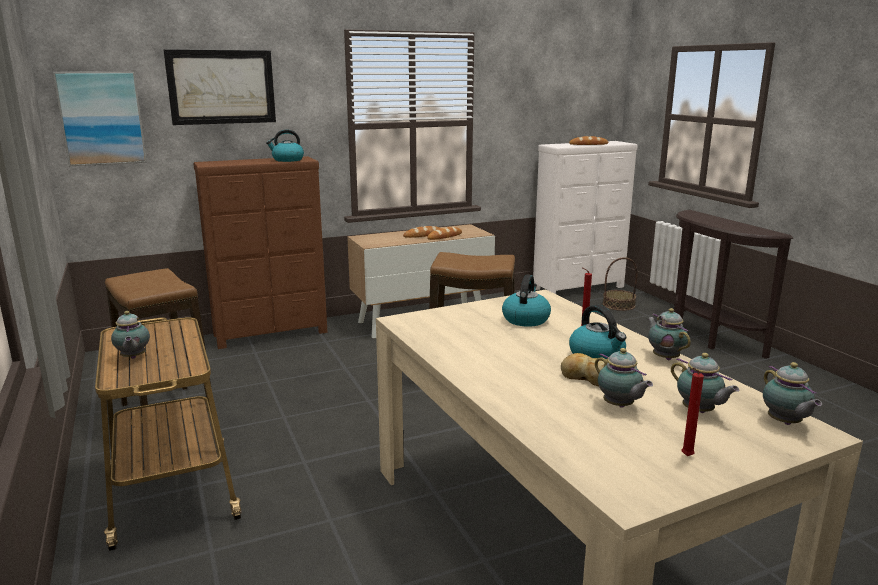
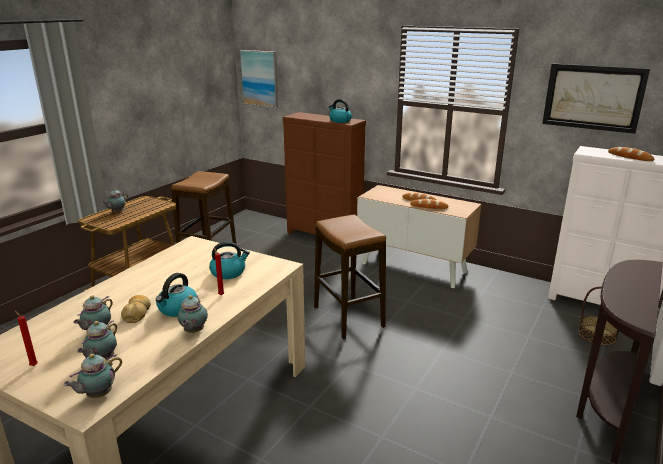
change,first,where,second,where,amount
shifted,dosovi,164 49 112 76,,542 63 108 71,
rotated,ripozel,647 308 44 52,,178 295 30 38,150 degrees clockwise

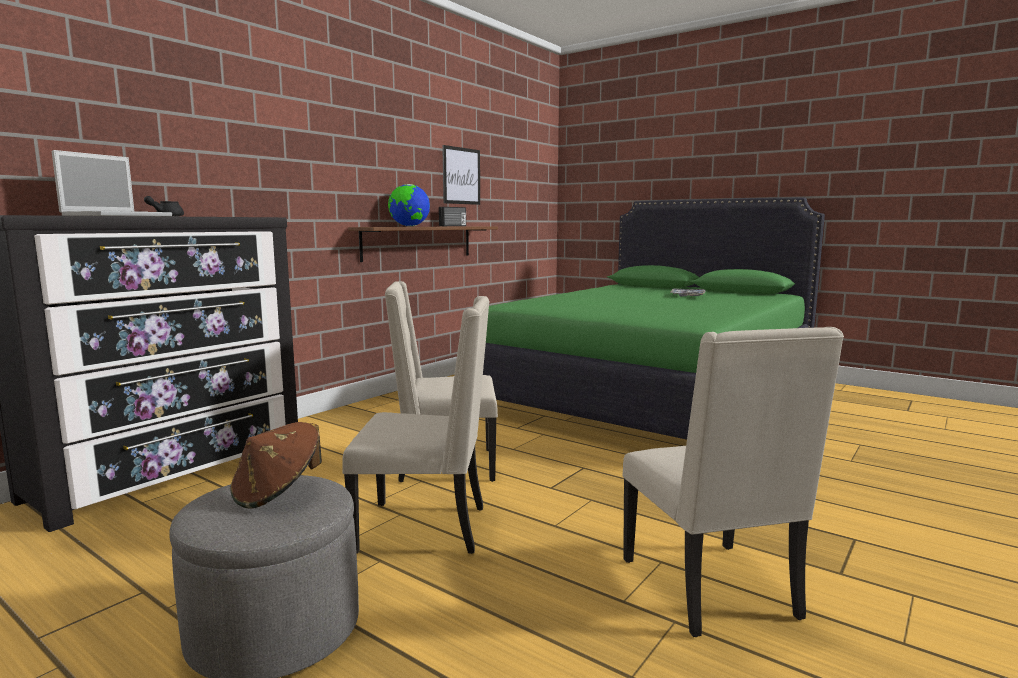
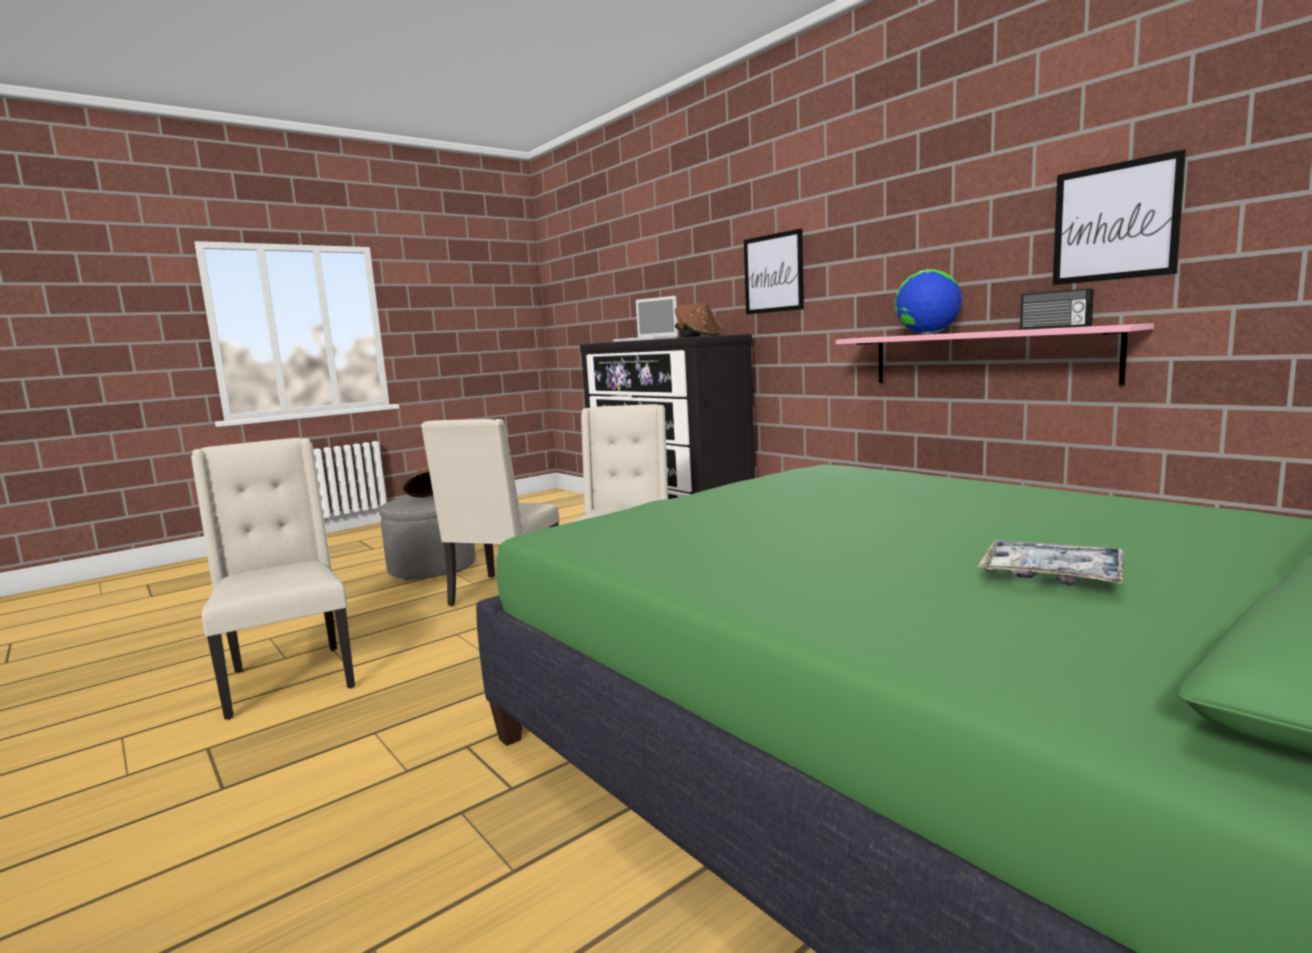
change,first,where,second,where,amount
repainted,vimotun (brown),348 226 150 36,vimotun (pink),836 323 318 62,
rotated,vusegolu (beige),623 327 221 310,,191 438 164 282,60 degrees clockwise
new,,,dosovi,744 229 60 86,
new,,,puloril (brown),675 303 47 33,

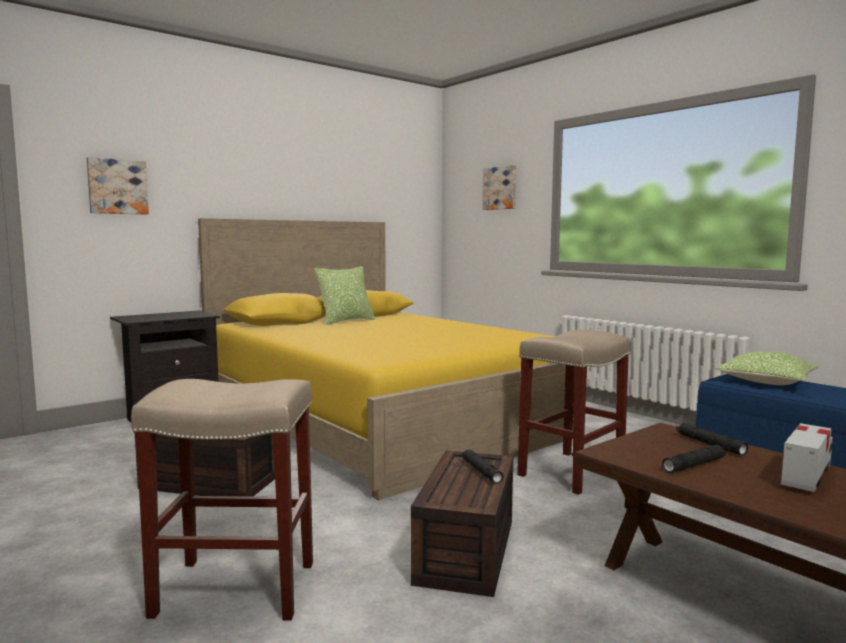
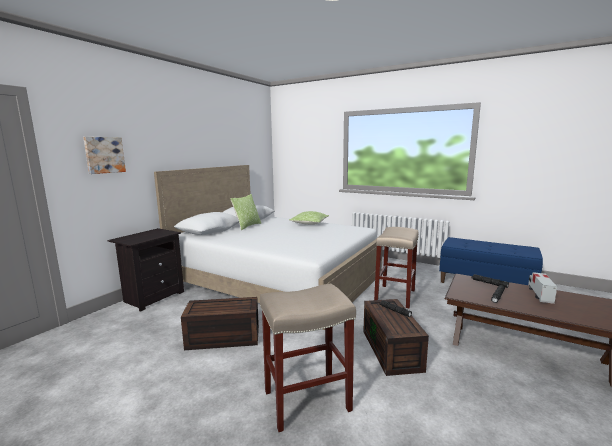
change,first,where,second,where,amount
gone,dosovi,482 165 34 45,,,
repainted,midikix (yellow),198 218 368 282,midikix (white),154 165 228 165,
shifted,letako,715 352 104 33,,289 211 40 14,

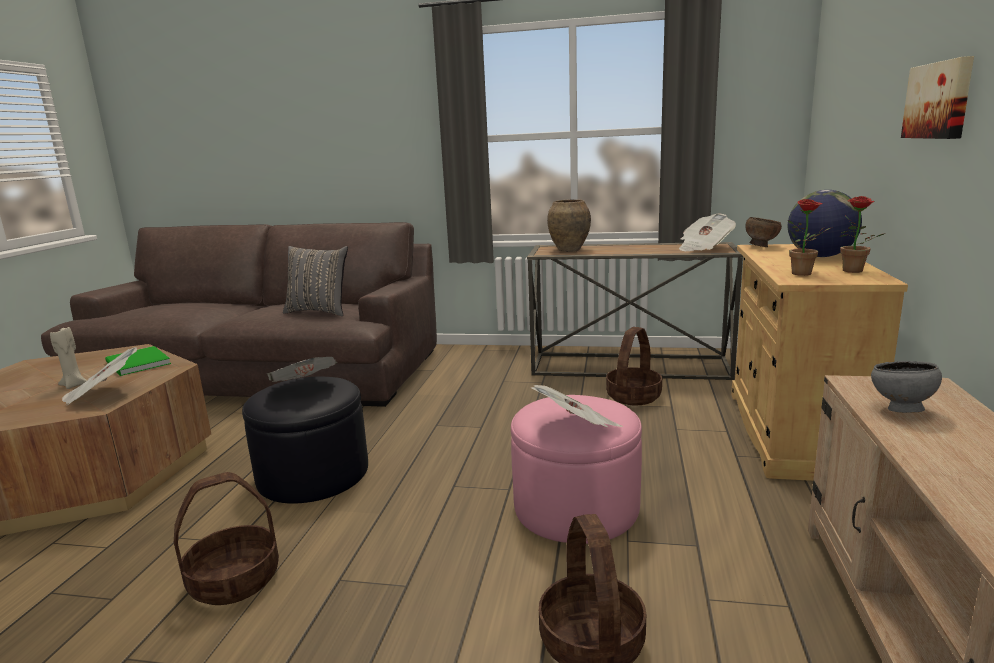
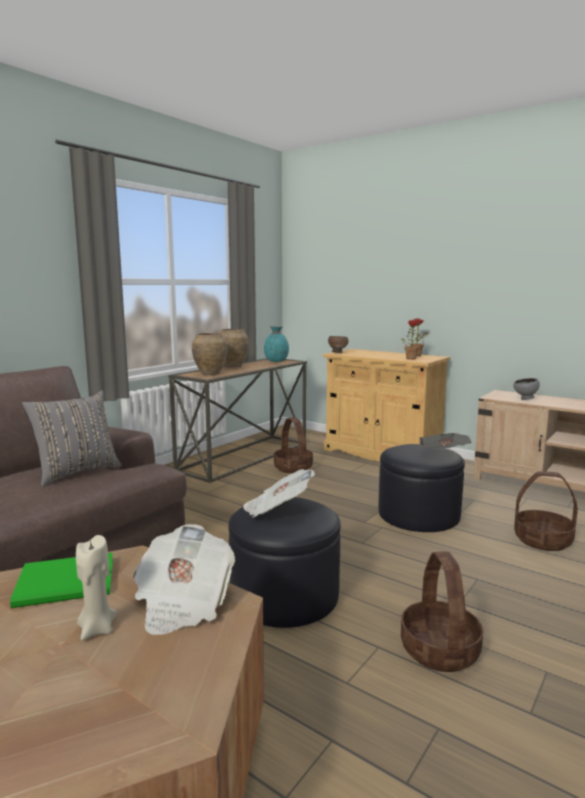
change,first,where,second,where,amount
gone,dosovi,901 56 73 83,,,
gone,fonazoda,788 190 74 67,,,
swapped,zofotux,679 214 57 37,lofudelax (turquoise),264 326 25 36,
repainted,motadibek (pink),511 395 131 149,motadibek (black),378 444 87 88,
new,,,lofudelax (brown),220 329 29 38,

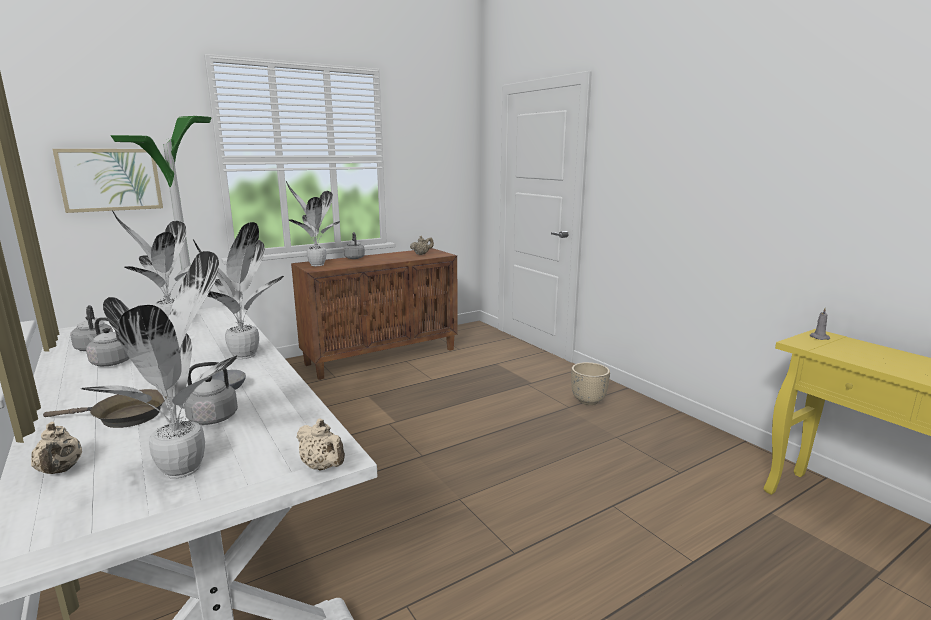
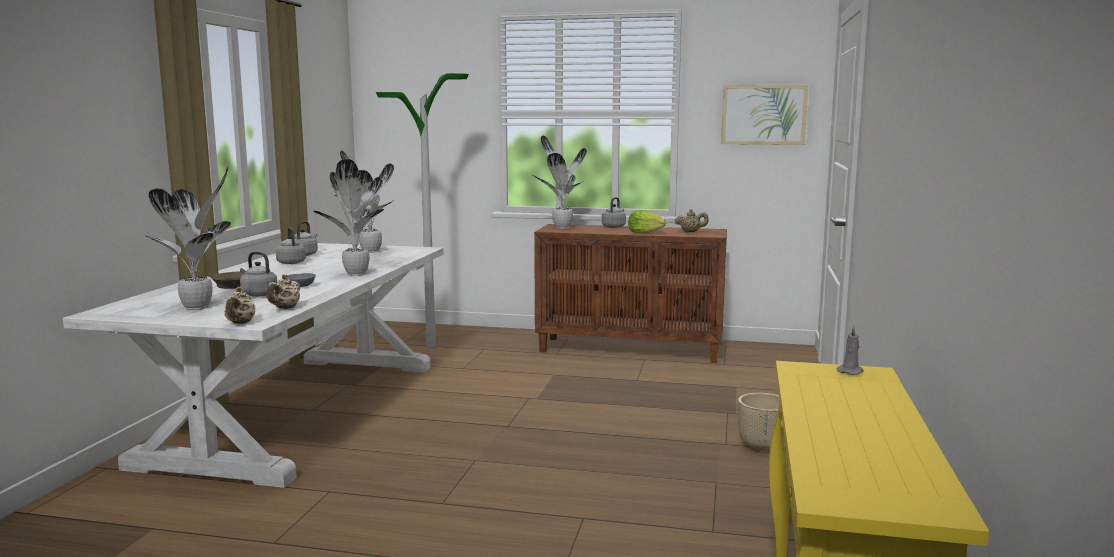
change,first,where,second,where,amount
shifted,dosovi,53 149 110 64,,721 85 87 60,
shifted,ripozel (beige),31 422 51 52,,266 274 34 35,
new,,,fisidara,628 210 38 24,

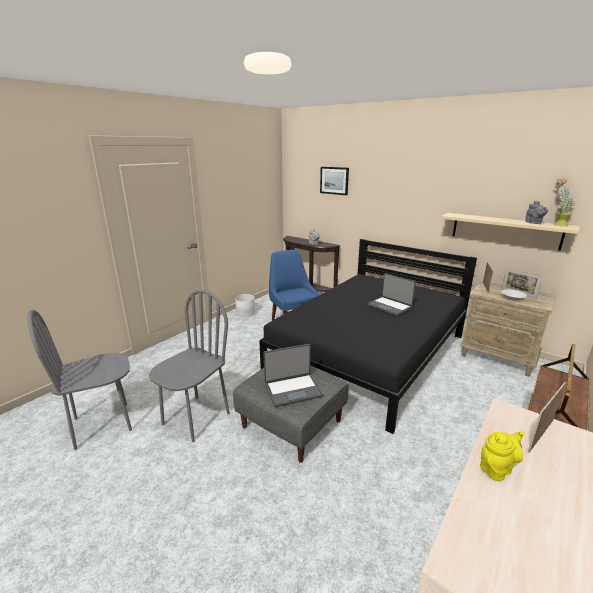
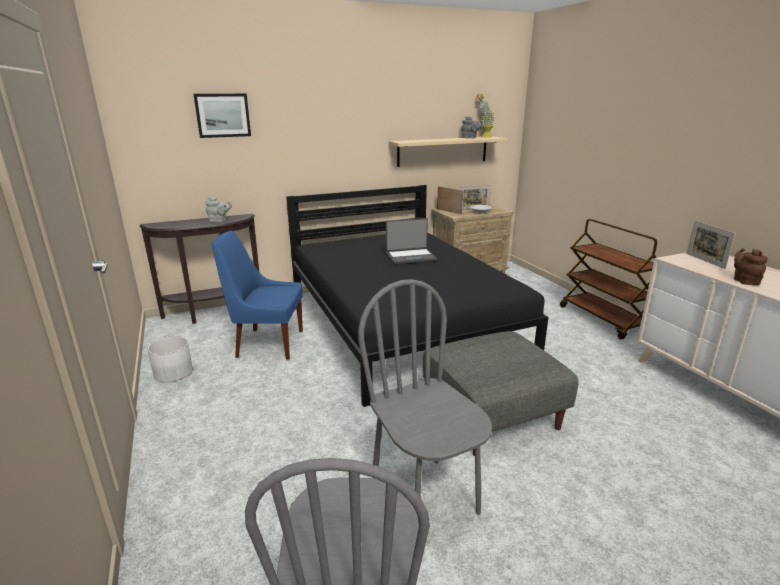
change,first,where,second,where,amount
gone,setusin,264 344 59 63,,,
repainted,ripozel (yellow),480 431 45 50,ripozel (brown),734 248 34 37,

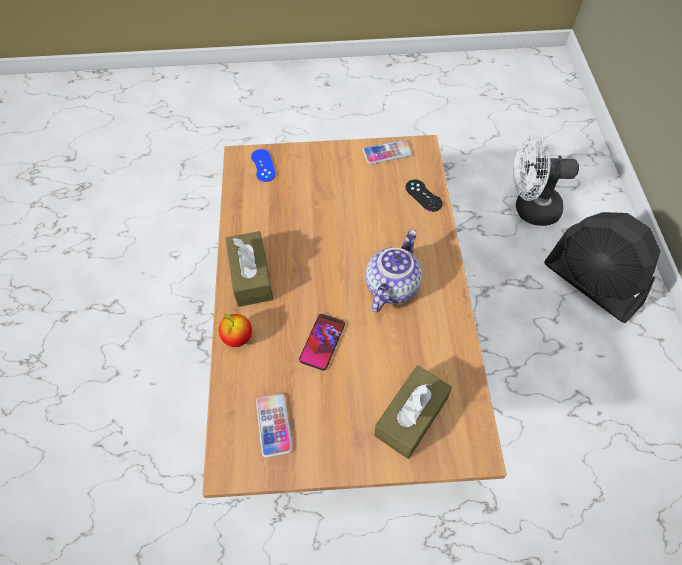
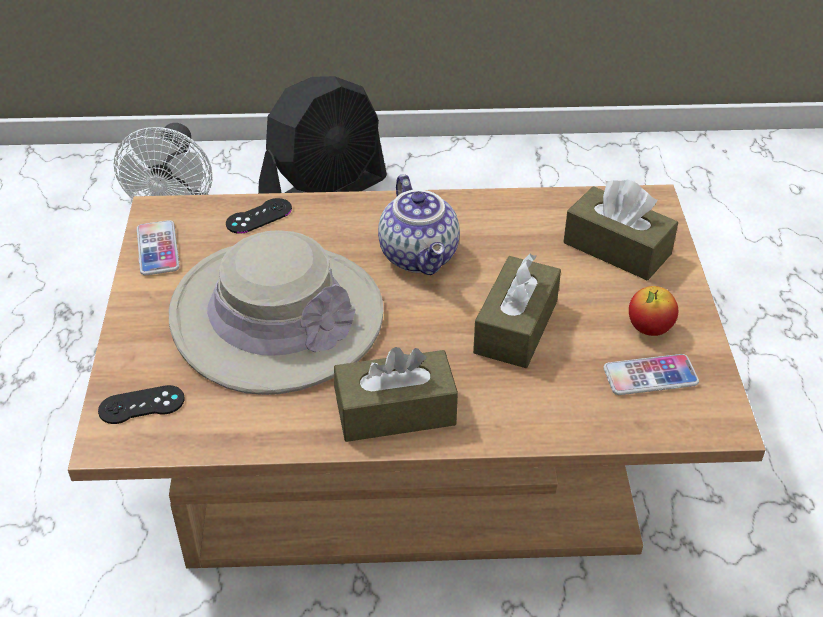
change,first,where,second,where,amount
repainted,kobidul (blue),251 149 25 33,kobidul (black),98 385 87 39,
rotated,ripozel,366 230 56 82,,378 174 82 101,135 degrees counterclockwise
shifted,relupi,219 314 33 33,,629 286 49 50,
swapped,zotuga,299 314 46 57,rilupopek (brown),473 254 88 114,
new,,,puloril (beige),169 230 214 165,

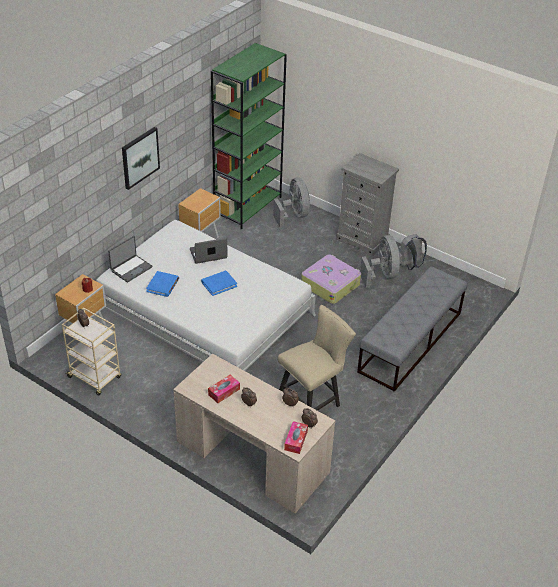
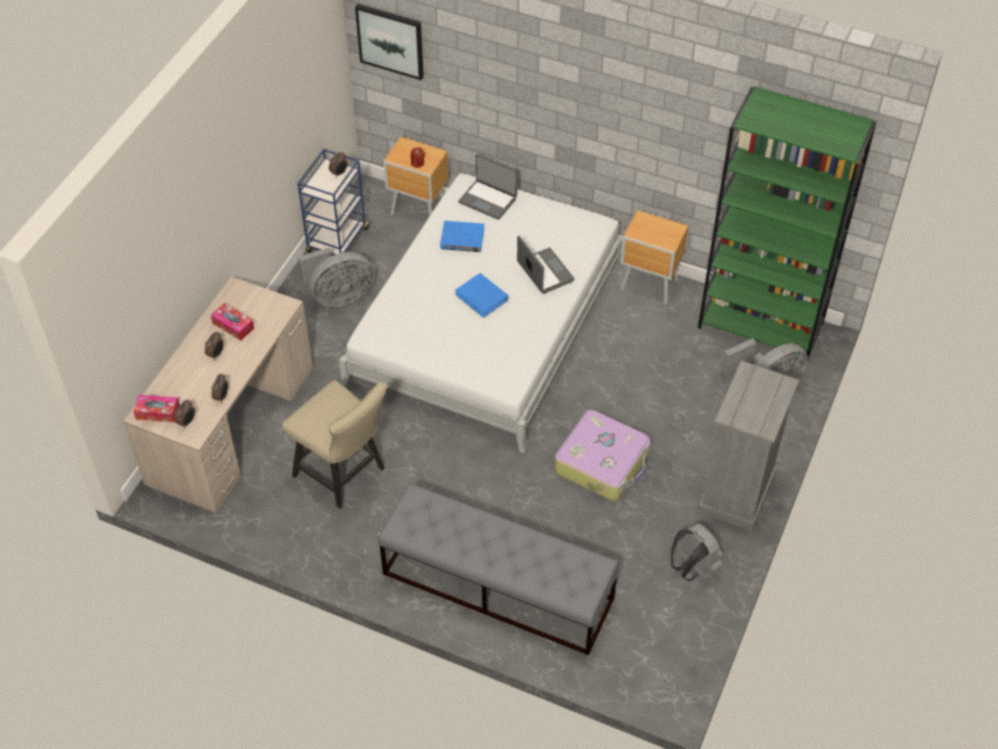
change,first,where,second,where,amount
shifted,dosovi,122 127 38 63,,355 4 69 76,
shifted,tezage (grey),360 235 40 53,,298 247 76 60,
repainted,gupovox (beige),62 308 59 88,gupovox (blue),298 149 72 114,

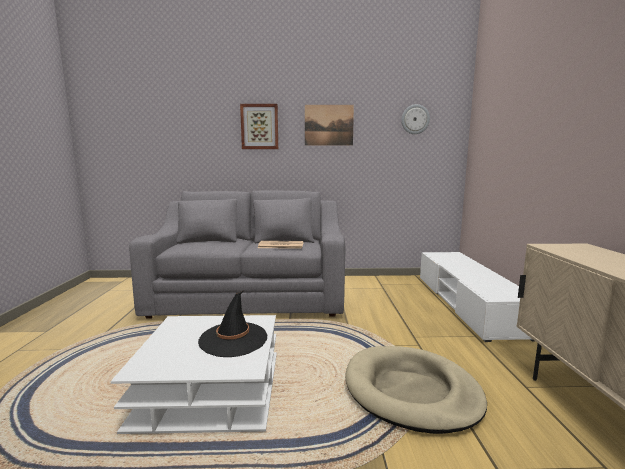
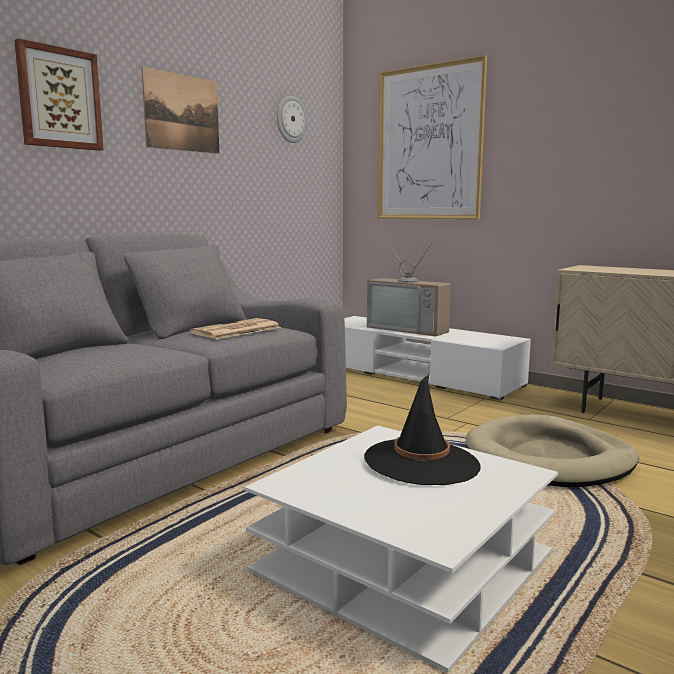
change,first,where,second,where,amount
new,,,dosovi,377 55 110 164,
new,,,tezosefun,367 240 84 96,

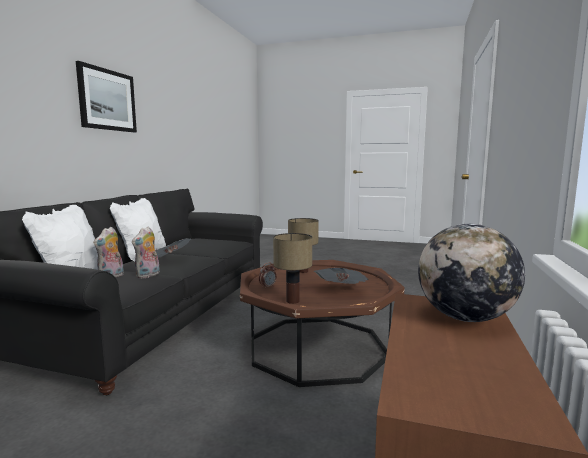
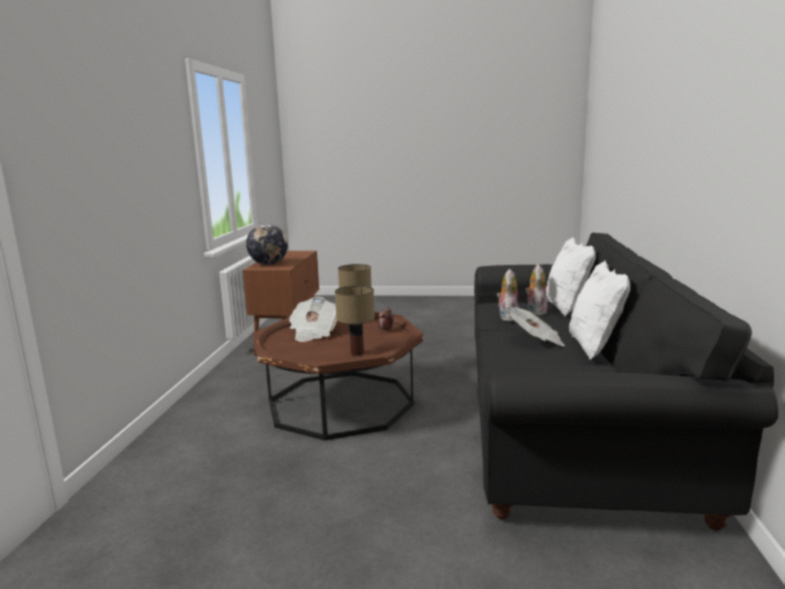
change,first,where,second,where,amount
gone,dosovi,76 61 61 71,,,

